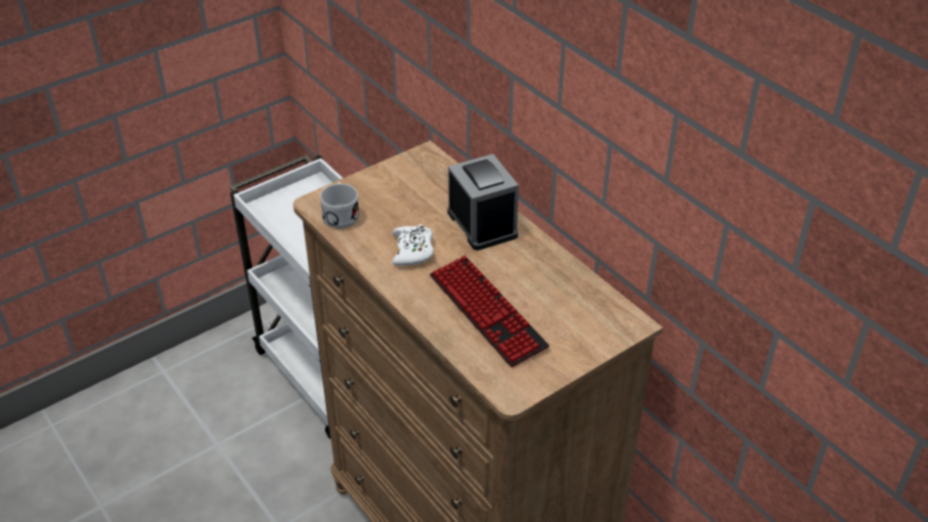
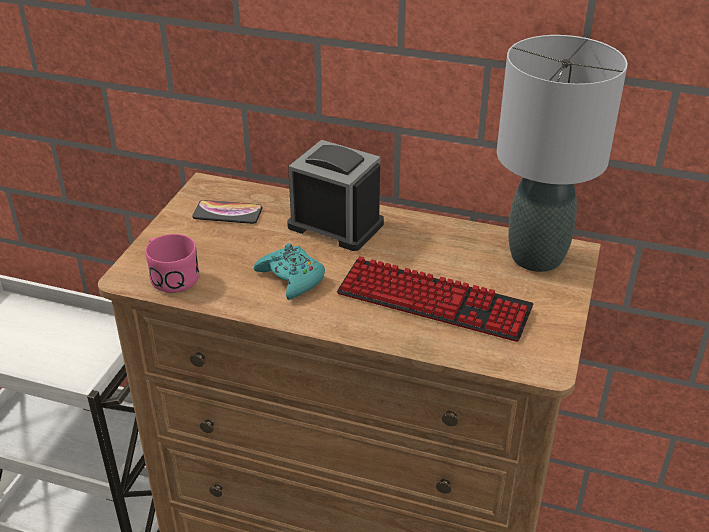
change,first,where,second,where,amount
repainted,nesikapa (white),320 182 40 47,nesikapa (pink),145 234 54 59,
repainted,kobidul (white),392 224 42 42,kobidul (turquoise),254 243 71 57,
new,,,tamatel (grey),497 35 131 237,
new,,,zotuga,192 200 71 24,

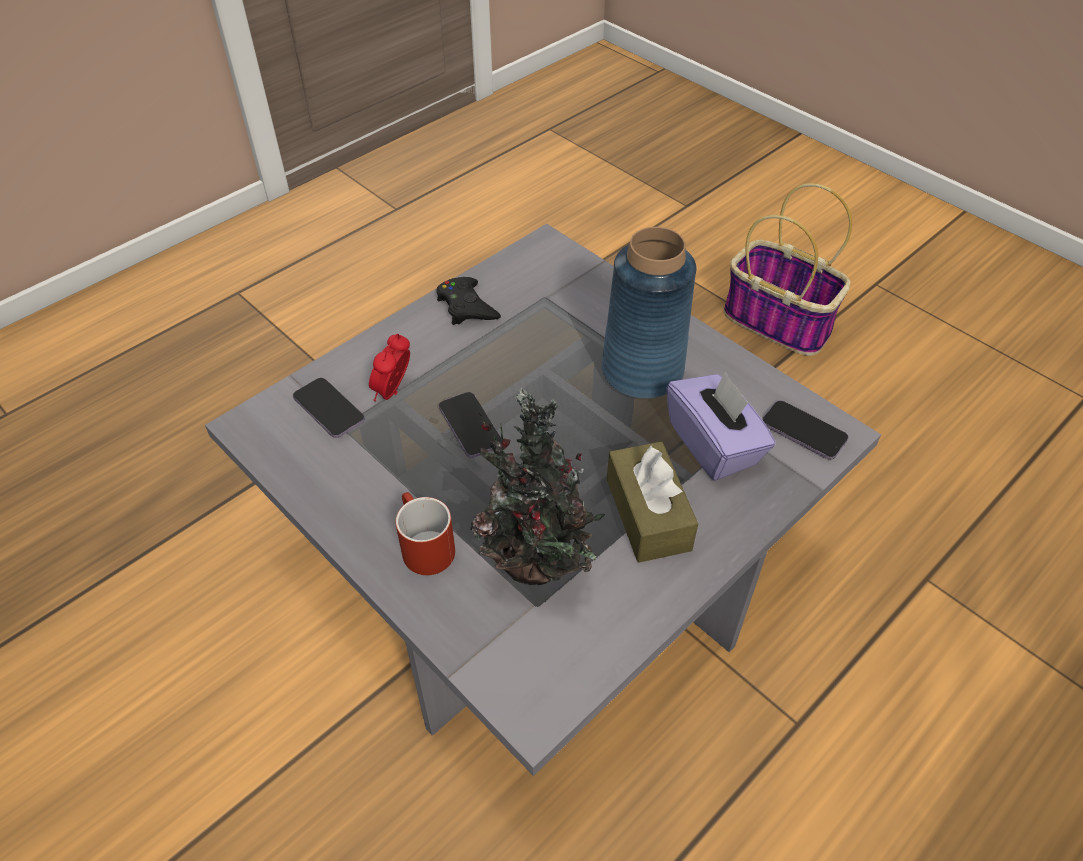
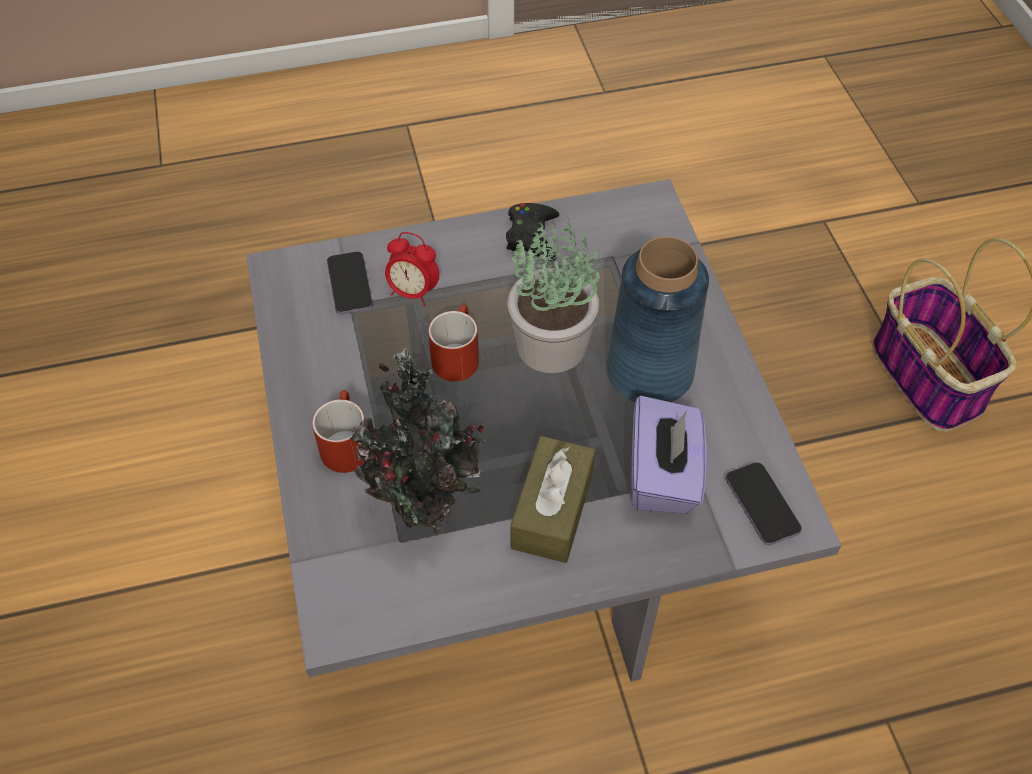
change,first,where,second,where,amount
rotated,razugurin,369 334 41 67,,385 232 54 74,120 degrees counterclockwise
swapped,zotuga,439 392 63 66,nesikapa (red),428 305 51 76,
new,,,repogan,507 216 93 157,

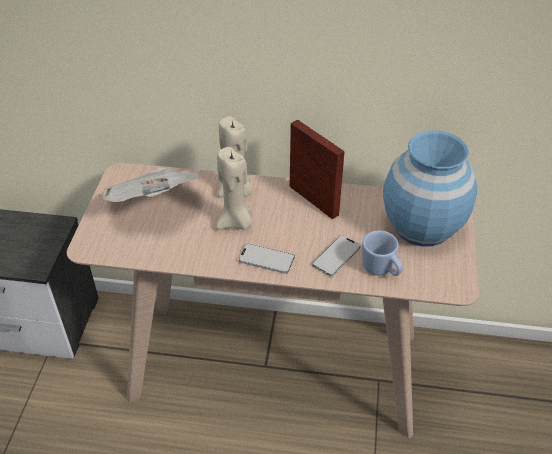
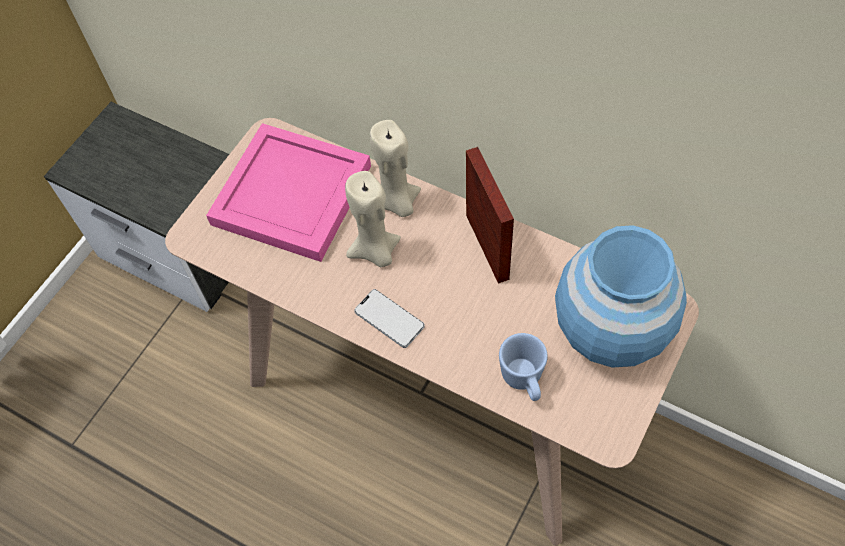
change,first,where,second,where,amount
swapped,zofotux,102 167 98 35,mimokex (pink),206 123 165 139,
gone,zotuga,312 235 49 42,,,

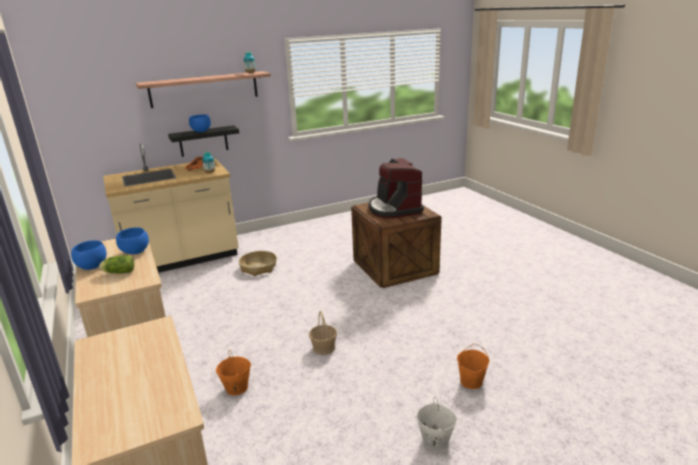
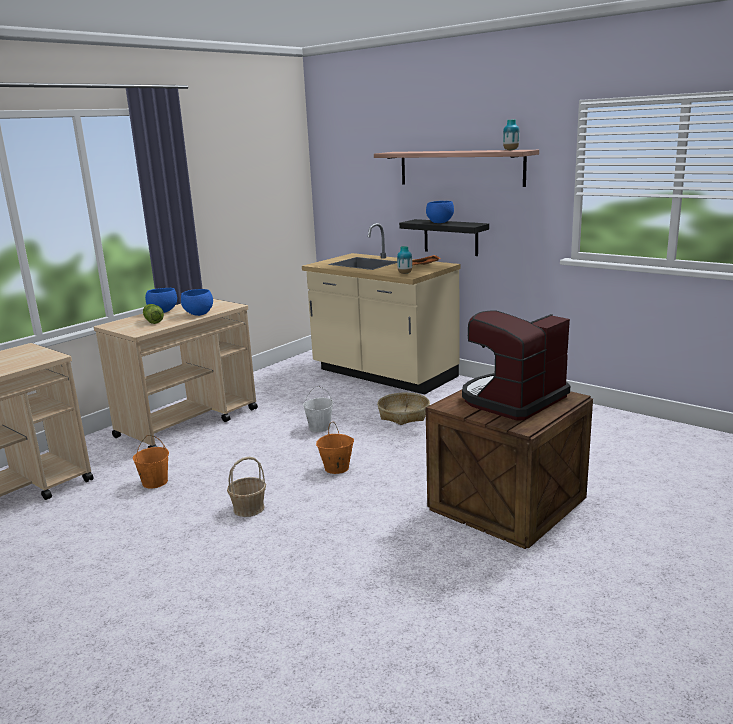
change,first,where,second,where,amount
shifted,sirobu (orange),457 344 32 45,,316 422 38 52,
shifted,sirobu (white),416 397 41 53,,303 386 30 46,

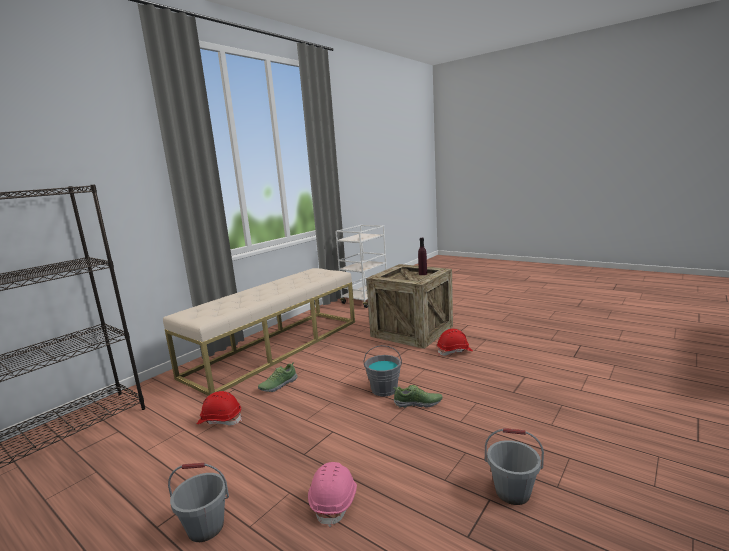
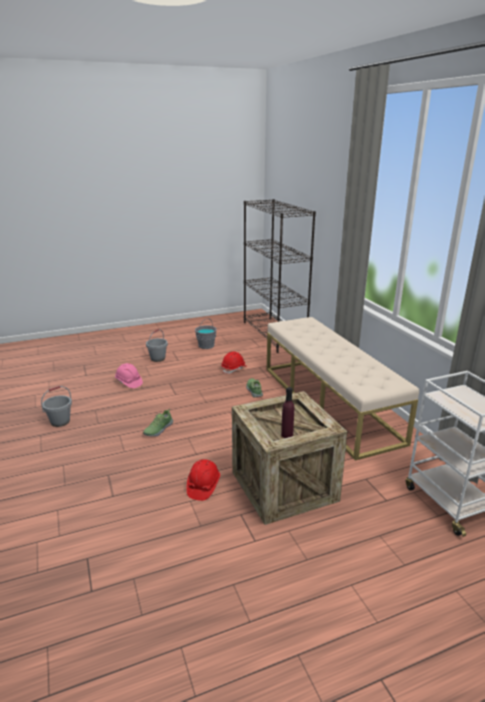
change,first,where,second,where,amount
shifted,sirobu (grey),364 345 38 51,,195 318 22 31,

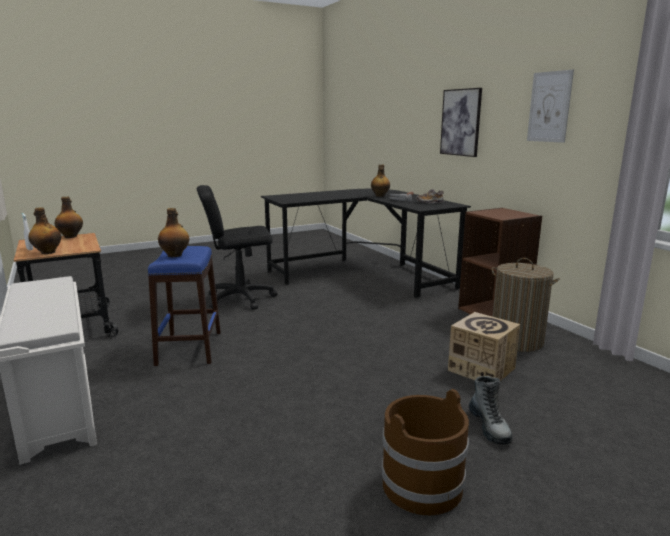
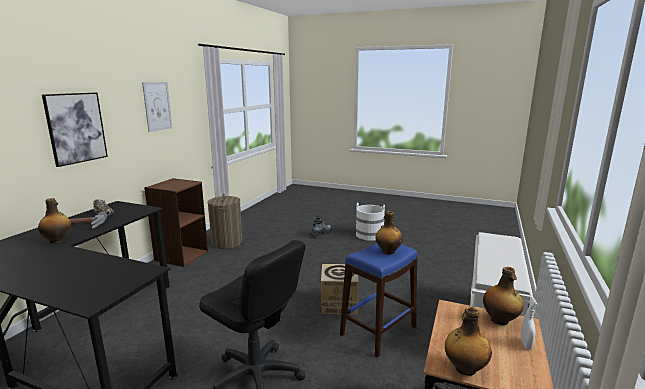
change,first,where,second,where,amount
shifted,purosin,448 312 72 69,,321 264 38 51,
repainted,sirobu (brown),382 389 87 126,sirobu (white),355 203 30 38,

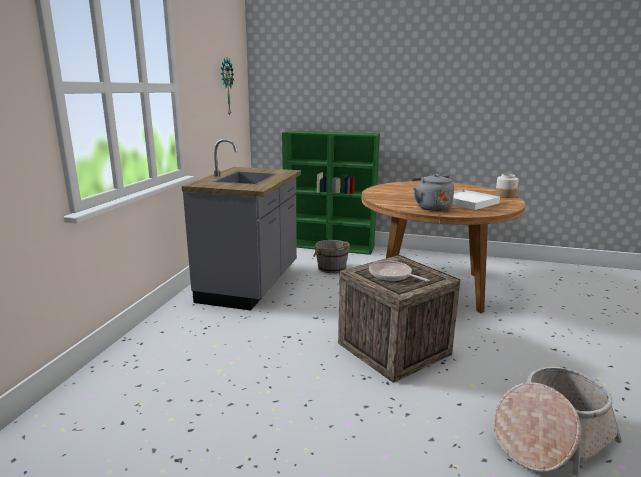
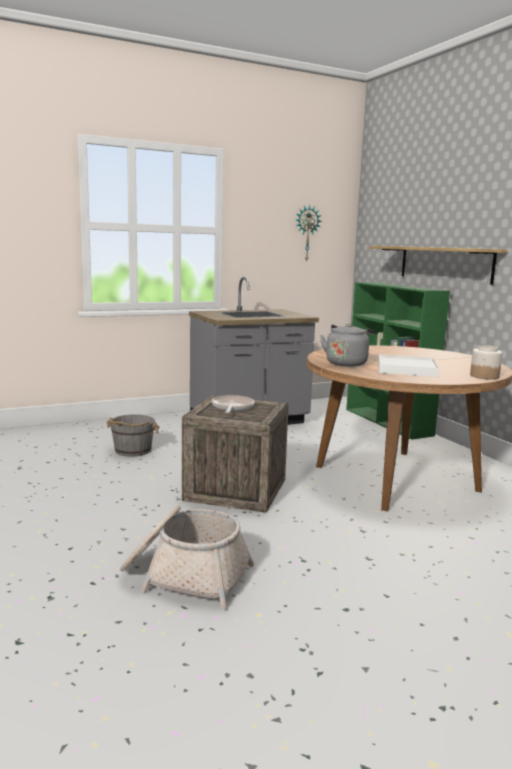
change,first,where,second,where,amount
shifted,sirobu (grey),313 240 37 33,,107 414 52 43,
new,,,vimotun,370 246 138 39,

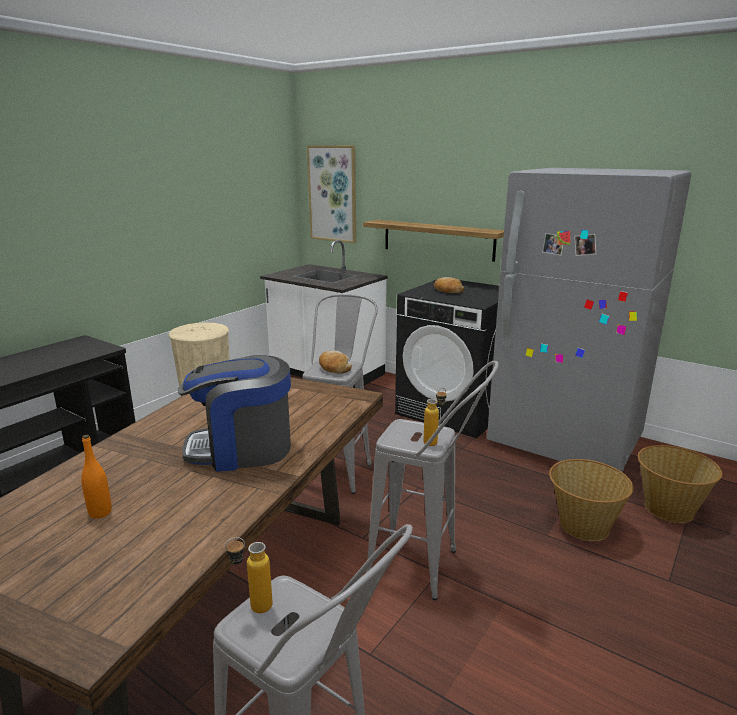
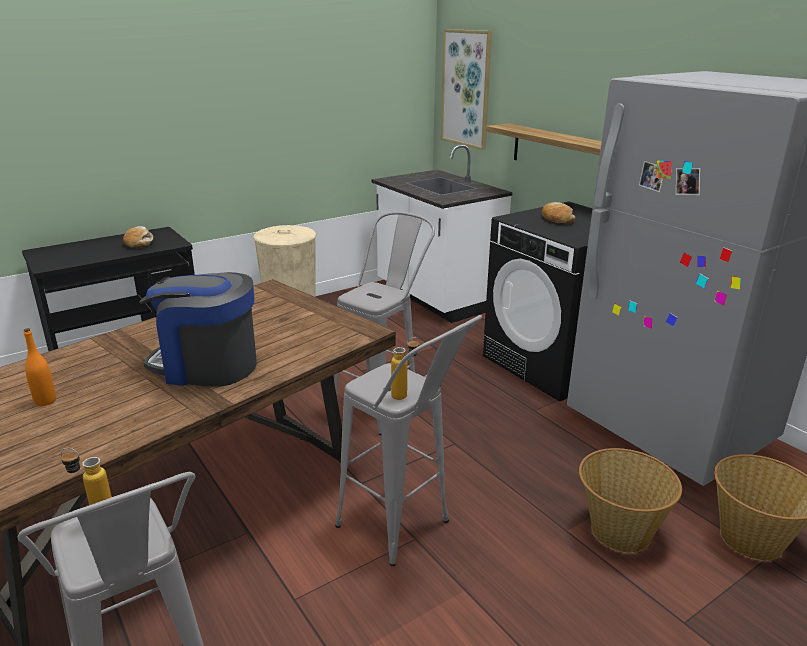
change,first,where,second,where,amount
shifted,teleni,319 350 33 24,,123 226 30 22,

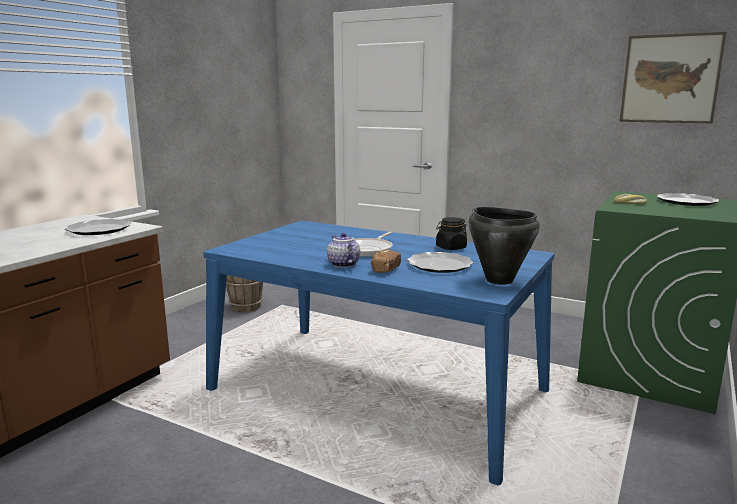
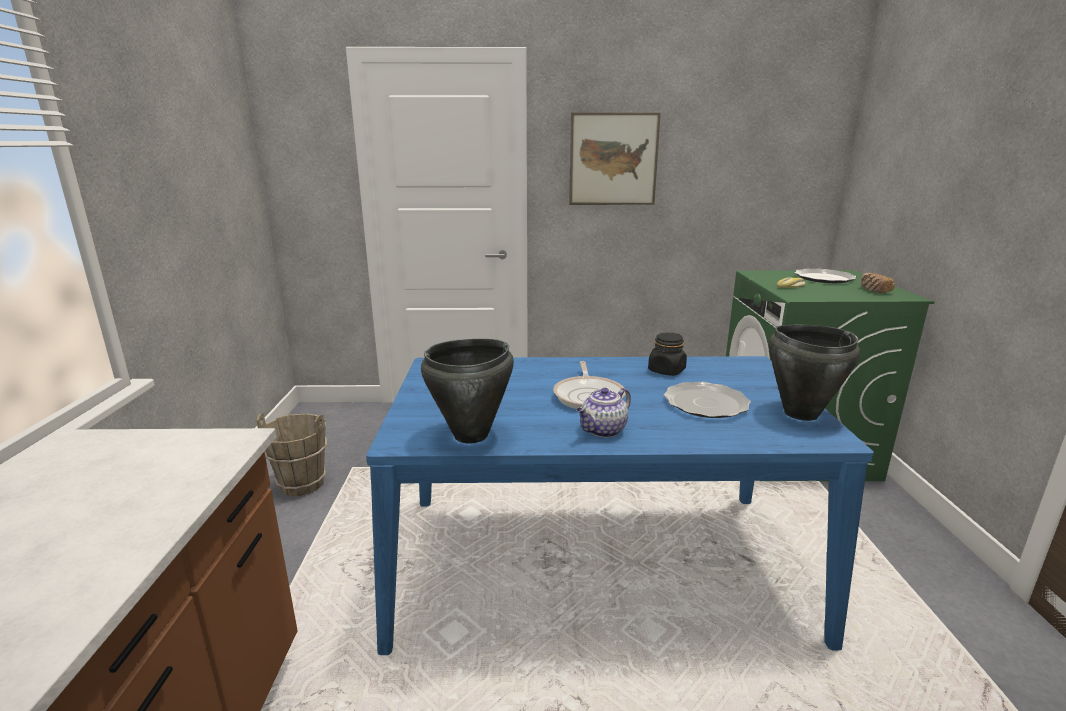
change,first,where,second,where,amount
shifted,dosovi,619 32 107 92,,569 112 92 93,
gone,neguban,65 219 66 16,,,
rotated,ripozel,327 233 33 34,,576 388 55 50,75 degrees counterclockwise
shifted,teleni,371 250 30 23,,861 273 34 20,
new,,,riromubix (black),421 339 93 104,

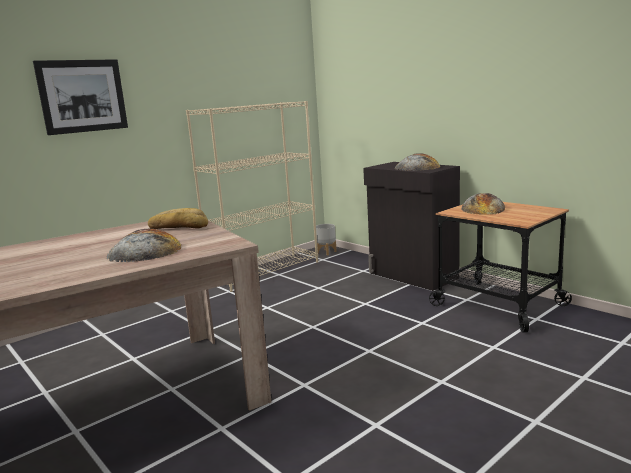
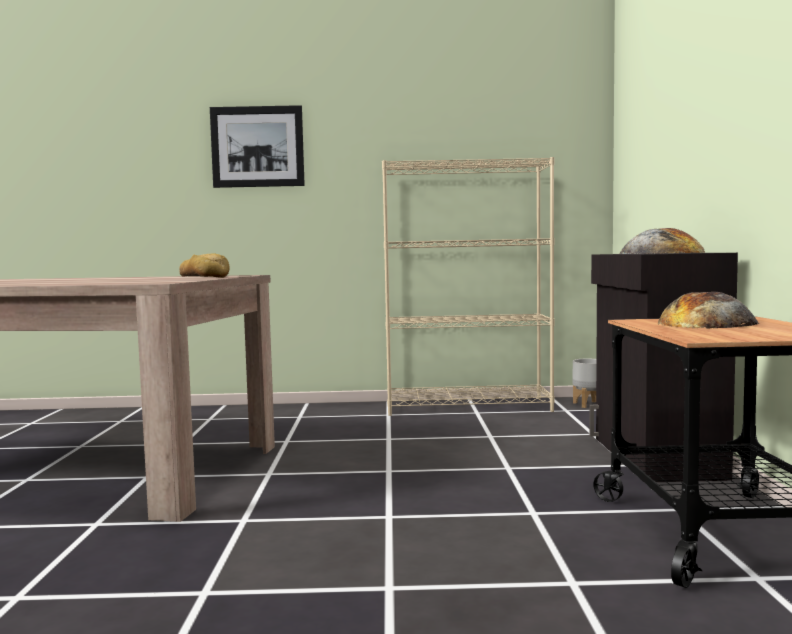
change,first,where,second,where,amount
gone,teleni,106 229 75 33,,,

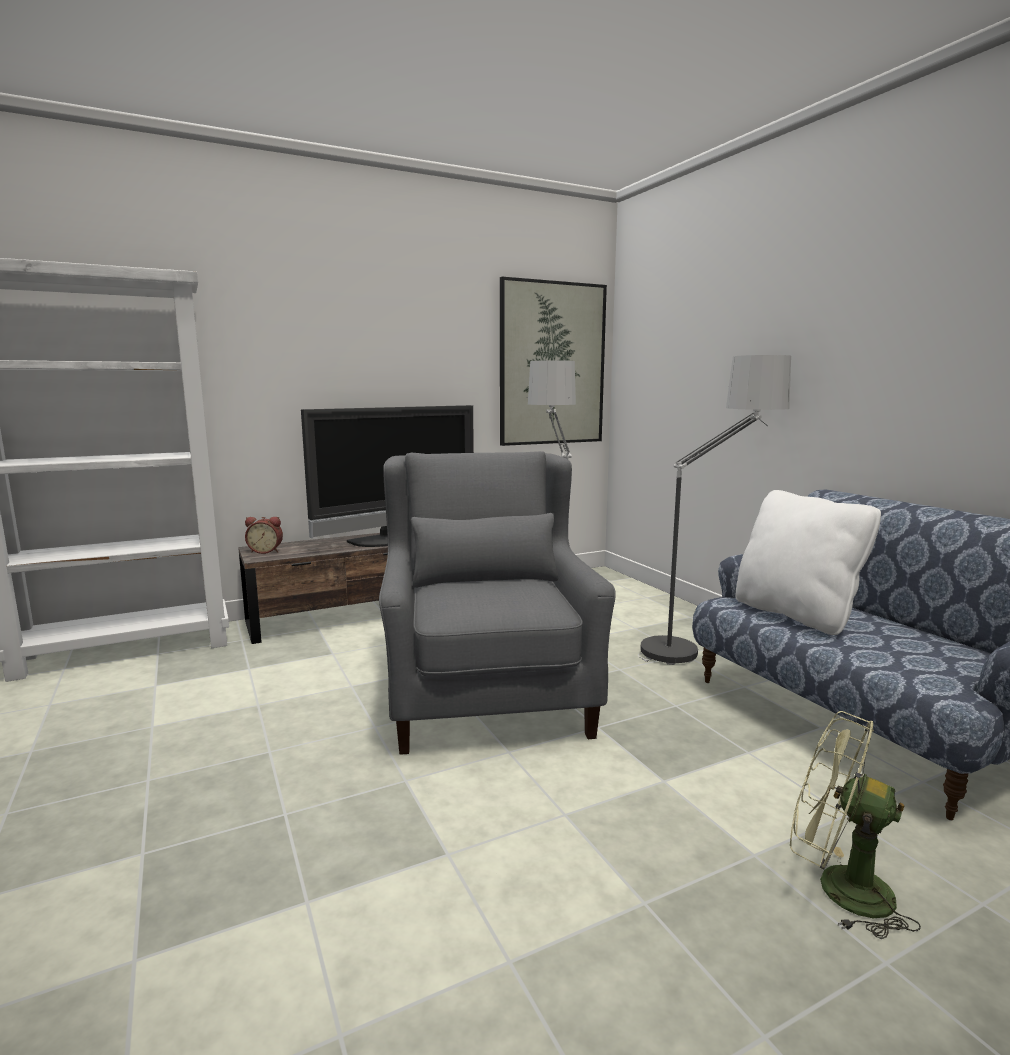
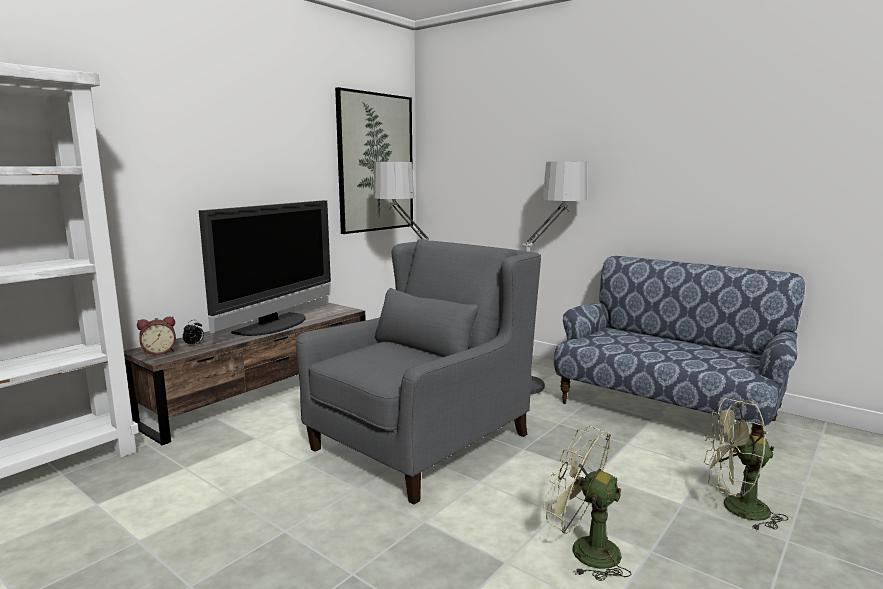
change,first,where,second,where,amount
rotated,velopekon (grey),379 451 237 304,,295 239 246 265,75 degrees clockwise
gone,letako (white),735 490 146 145,,,
new,,,razugurin,183 320 21 26,
new,,,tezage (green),543 426 88 155,

